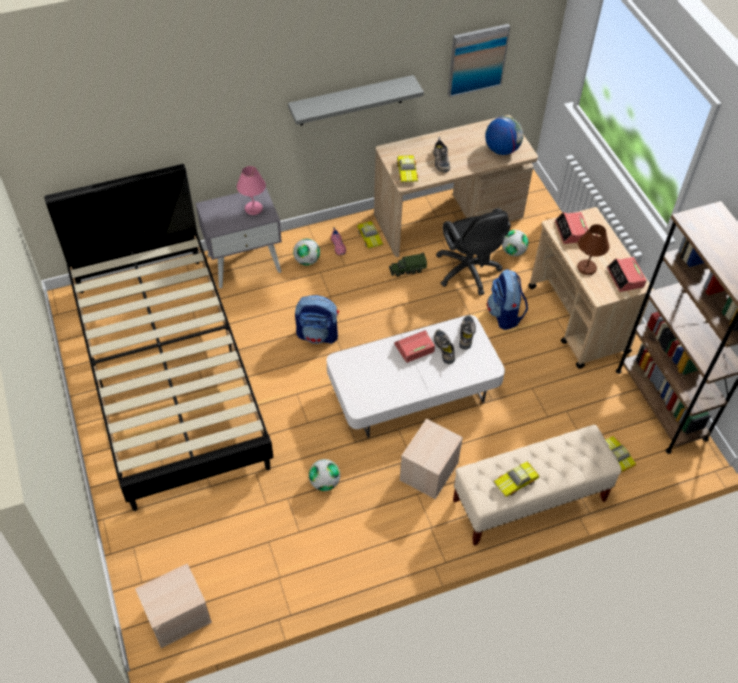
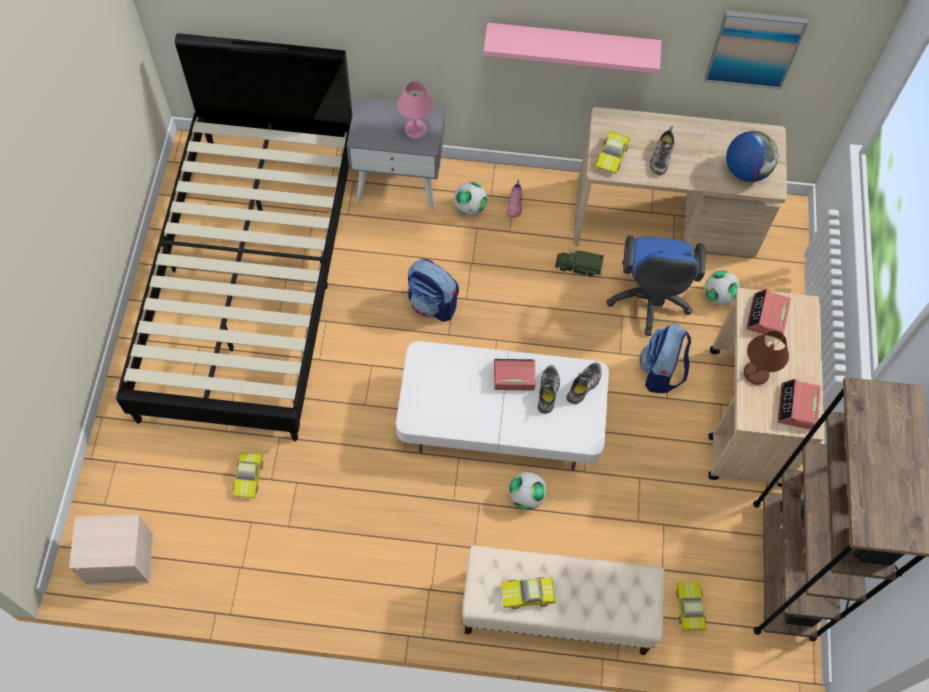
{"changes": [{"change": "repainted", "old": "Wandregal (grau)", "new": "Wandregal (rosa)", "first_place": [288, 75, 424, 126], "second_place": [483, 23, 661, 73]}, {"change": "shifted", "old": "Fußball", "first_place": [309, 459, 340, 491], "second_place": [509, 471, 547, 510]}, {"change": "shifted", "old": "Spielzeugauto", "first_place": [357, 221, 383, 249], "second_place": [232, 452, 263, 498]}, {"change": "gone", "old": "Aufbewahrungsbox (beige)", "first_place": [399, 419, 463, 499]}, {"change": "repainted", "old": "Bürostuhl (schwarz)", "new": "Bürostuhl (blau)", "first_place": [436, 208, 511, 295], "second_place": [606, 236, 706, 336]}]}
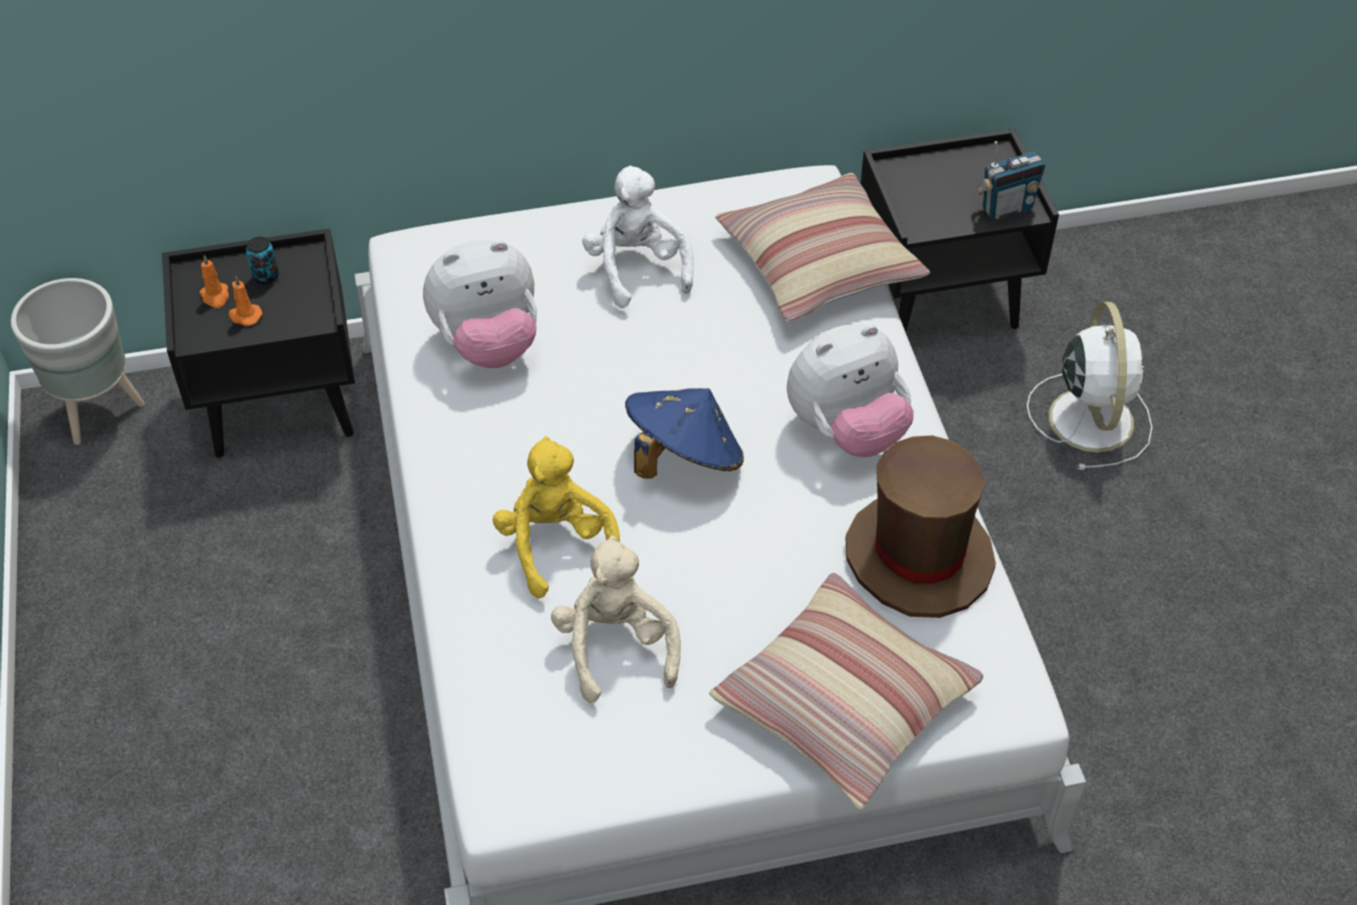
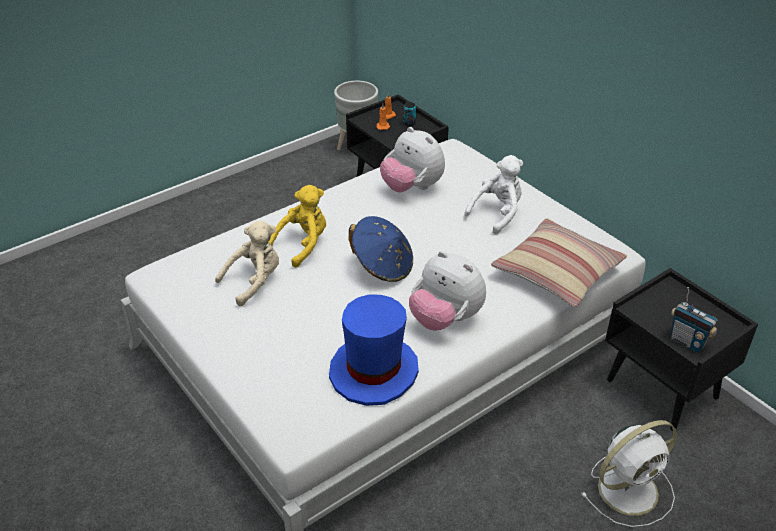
{"changes": [{"change": "gone", "old": "Kissen", "first_place": [709, 573, 983, 809]}, {"change": "repainted", "old": "Hut (braun)", "new": "Hut (blau)", "first_place": [845, 435, 996, 618], "second_place": [329, 294, 419, 406]}]}
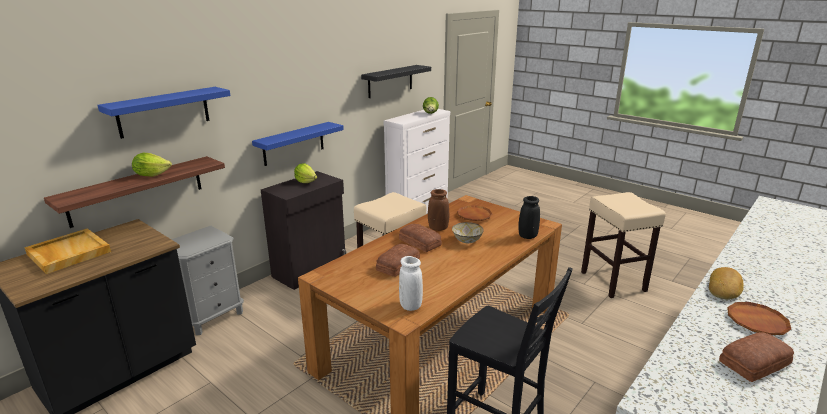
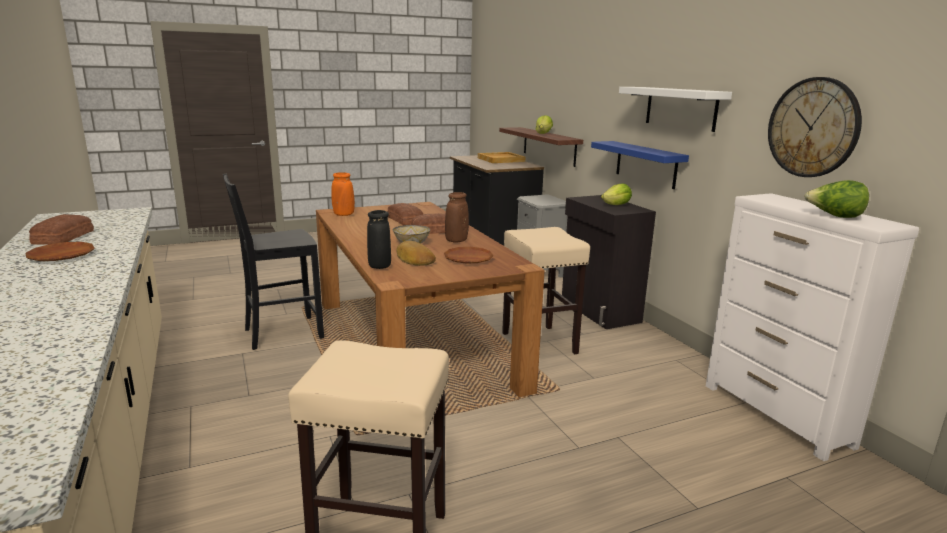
{"changes": [{"change": "gone", "old": "Wandregal (blau)", "first_place": [98, 87, 230, 139]}, {"change": "swapped", "old": "Wandregal (schwarz)", "new": "Wanduhr", "first_place": [361, 65, 431, 98], "second_place": [768, 77, 862, 177]}, {"change": "repainted", "old": "Vase (weiß)", "new": "Vase (orange)", "first_place": [399, 256, 423, 311], "second_place": [331, 172, 355, 216]}, {"change": "shifted", "old": "Brot", "first_place": [709, 267, 744, 300], "second_place": [396, 241, 436, 266]}, {"change": "new", "new": "Wandregal (weiß)", "second_place": [619, 87, 732, 132]}]}
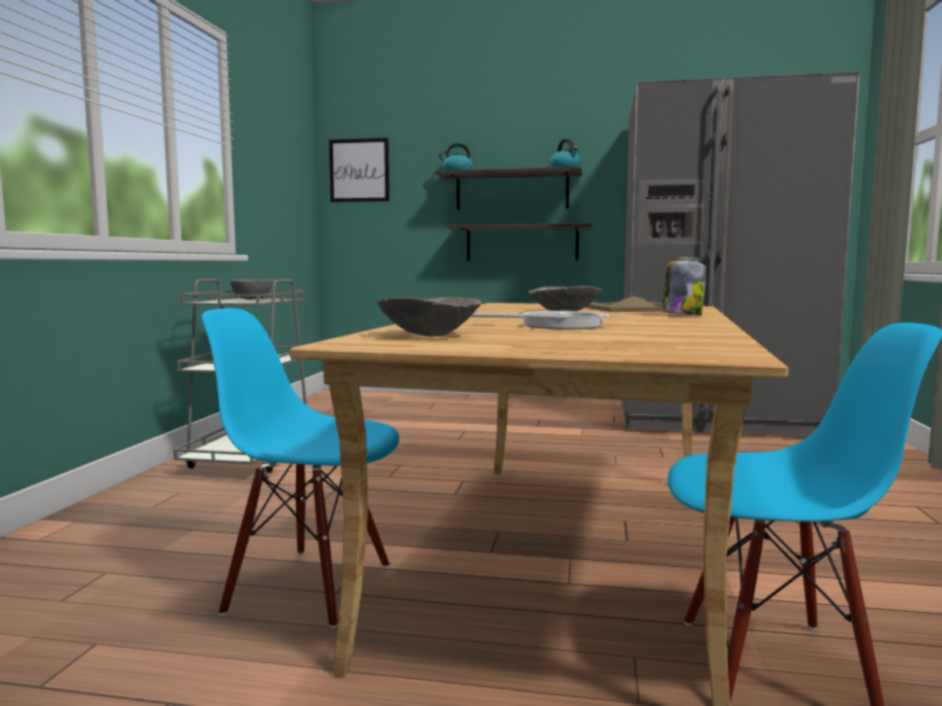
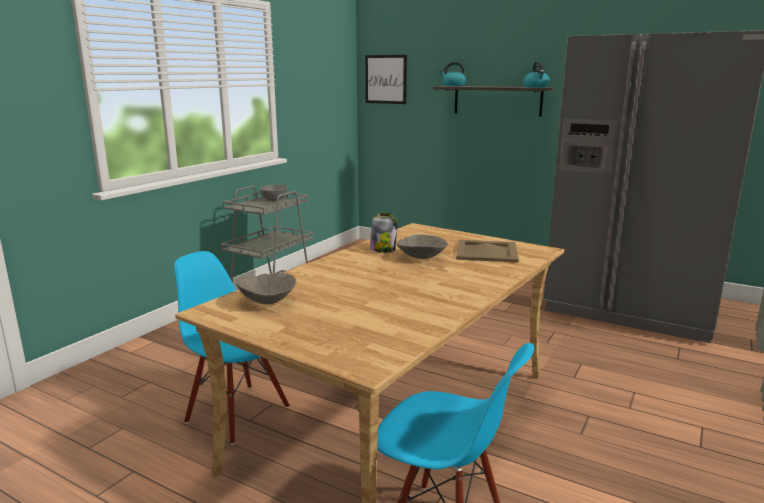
{"changes": [{"change": "gone", "old": "Wandregal", "first_place": [446, 223, 592, 261]}, {"change": "gone", "old": "Pfanne", "first_place": [470, 311, 610, 329]}, {"change": "shifted", "old": "Vorratsglas", "first_place": [662, 257, 706, 315], "second_place": [370, 213, 398, 253]}]}
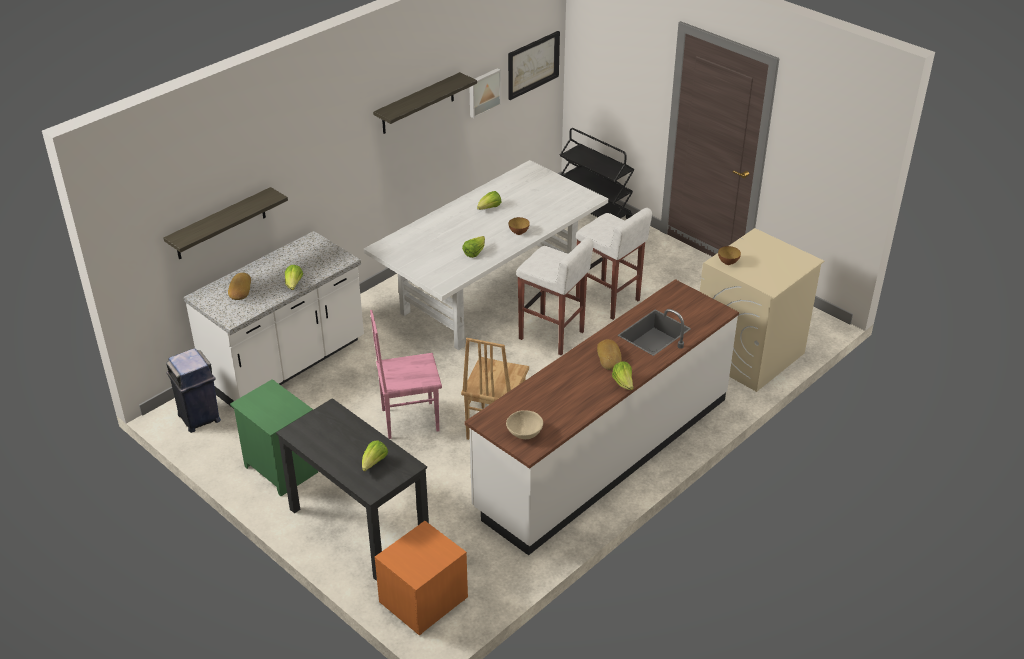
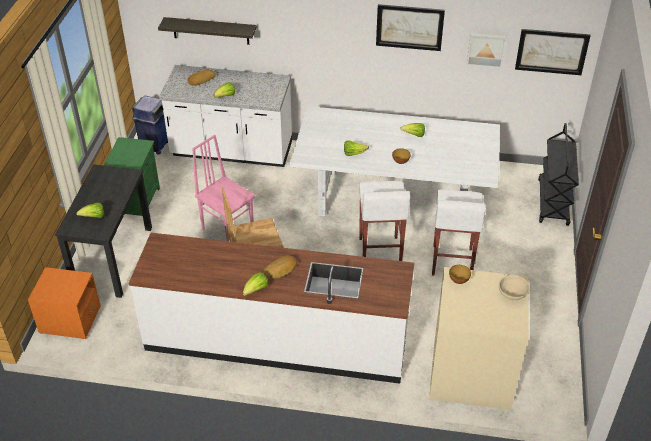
{"changes": [{"change": "swapped", "old": "Wandregal", "new": "Bild", "first_place": [373, 72, 477, 134], "second_place": [376, 4, 445, 51]}, {"change": "shifted", "old": "Schüssel (beige)", "first_place": [506, 410, 543, 439], "second_place": [499, 275, 530, 300]}]}
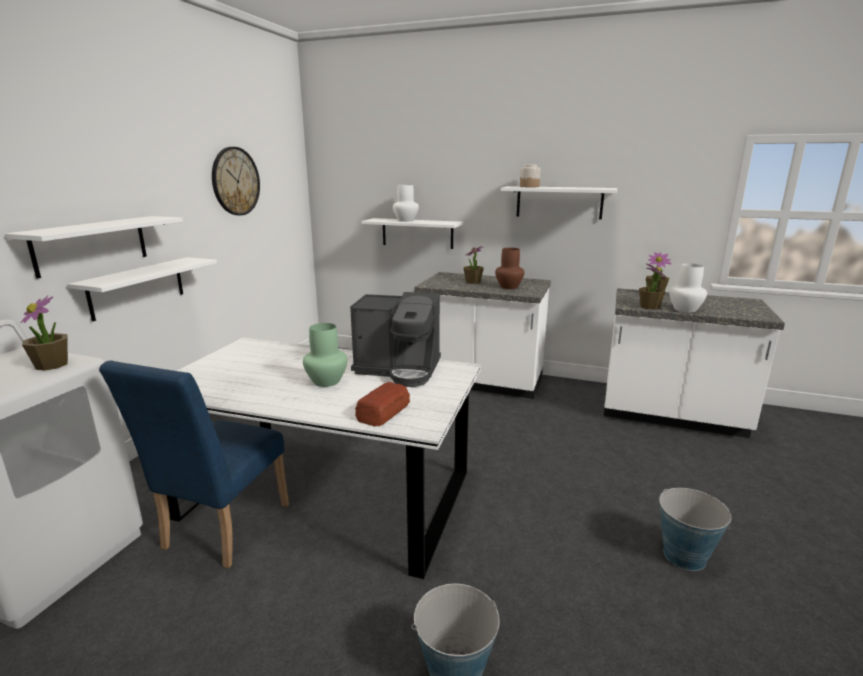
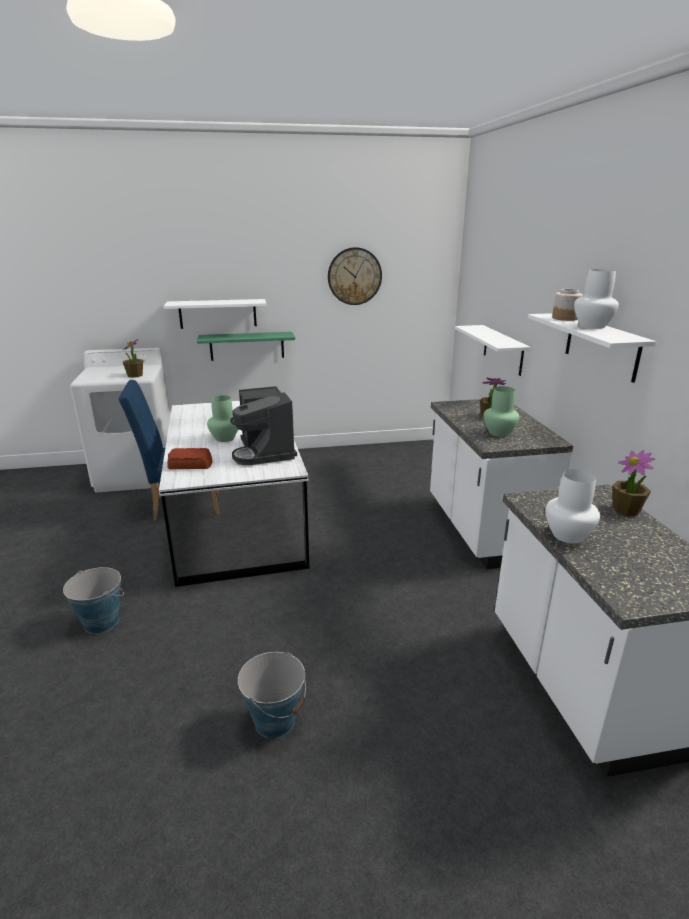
{"changes": [{"change": "repainted", "old": "Wandregal (weiß)", "new": "Wandregal (grün)", "first_place": [67, 257, 217, 322], "second_place": [197, 332, 295, 361]}, {"change": "shifted", "old": "Vase (weiß)", "first_place": [393, 185, 419, 222], "second_place": [574, 269, 619, 329]}, {"change": "repainted", "old": "Vase (braun)", "new": "Vase (grün)", "first_place": [495, 248, 524, 289], "second_place": [484, 386, 519, 437]}, {"change": "gone", "old": "Topfpflanze", "first_place": [639, 263, 666, 310]}]}
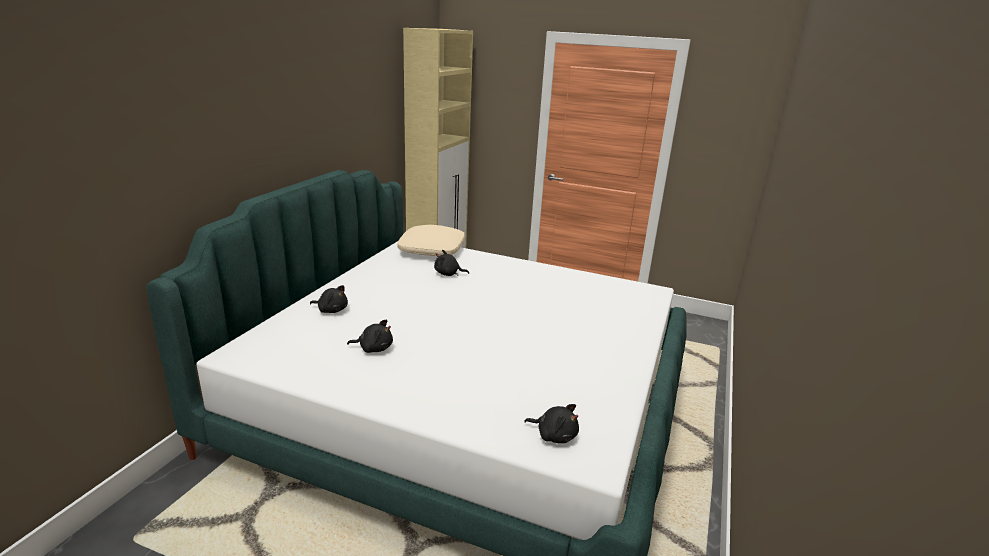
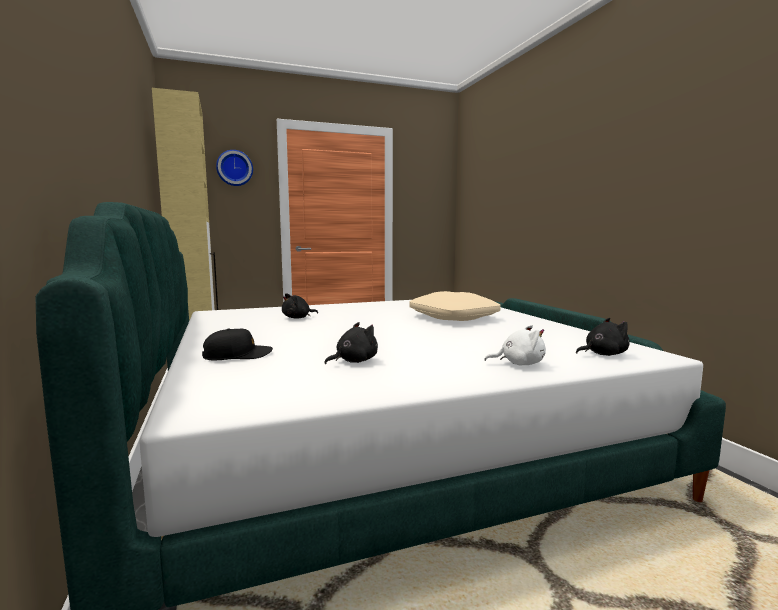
{"changes": [{"change": "swapped", "old": "Plüschtier (schwarz)", "new": "Kappe (schwarz)", "first_place": [310, 285, 348, 313], "second_place": [202, 328, 273, 360]}, {"change": "shifted", "old": "Kissen (beige)", "first_place": [397, 225, 465, 256], "second_place": [409, 291, 501, 321]}, {"change": "new", "new": "Wanduhr", "second_place": [216, 150, 253, 186]}, {"change": "new", "new": "Plüschtier (weiß)", "second_place": [484, 325, 546, 366]}]}
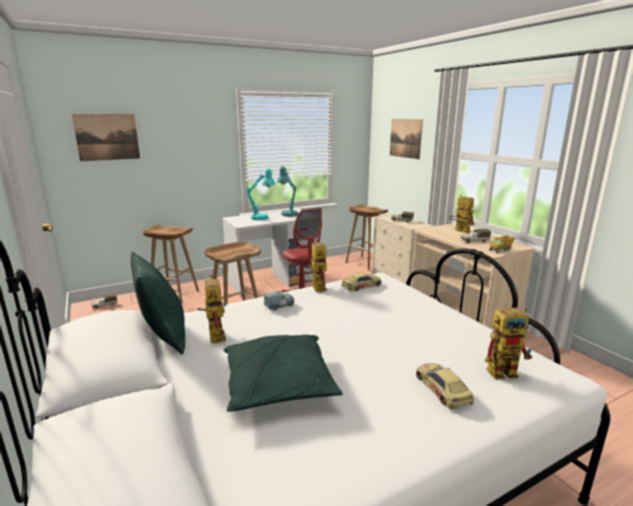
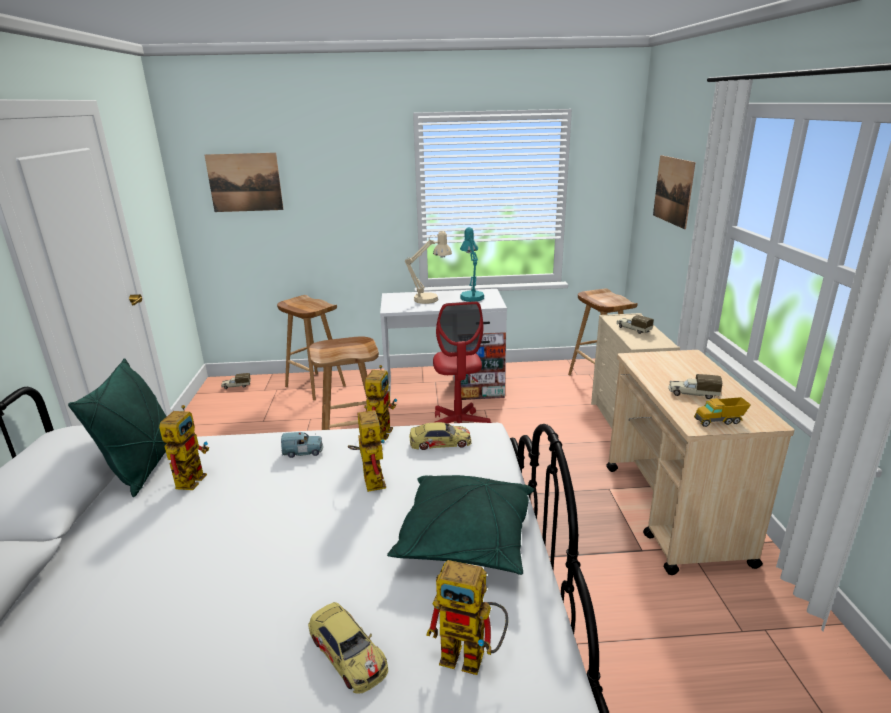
{"changes": [{"change": "shifted", "old": "Kissen (grün)", "first_place": [224, 335, 343, 412], "second_place": [387, 475, 534, 575]}, {"change": "repainted", "old": "Tischlampe (türkis)", "new": "Tischlampe (beige)", "first_place": [246, 169, 276, 220], "second_place": [405, 231, 452, 304]}, {"change": "rotated", "old": "Spielzeugauto", "first_place": [416, 363, 474, 410], "second_place": [308, 602, 388, 694], "degrees": 135}, {"change": "shifted", "old": "Spielzeugroboter", "first_place": [449, 195, 475, 233], "second_place": [348, 405, 386, 492]}]}
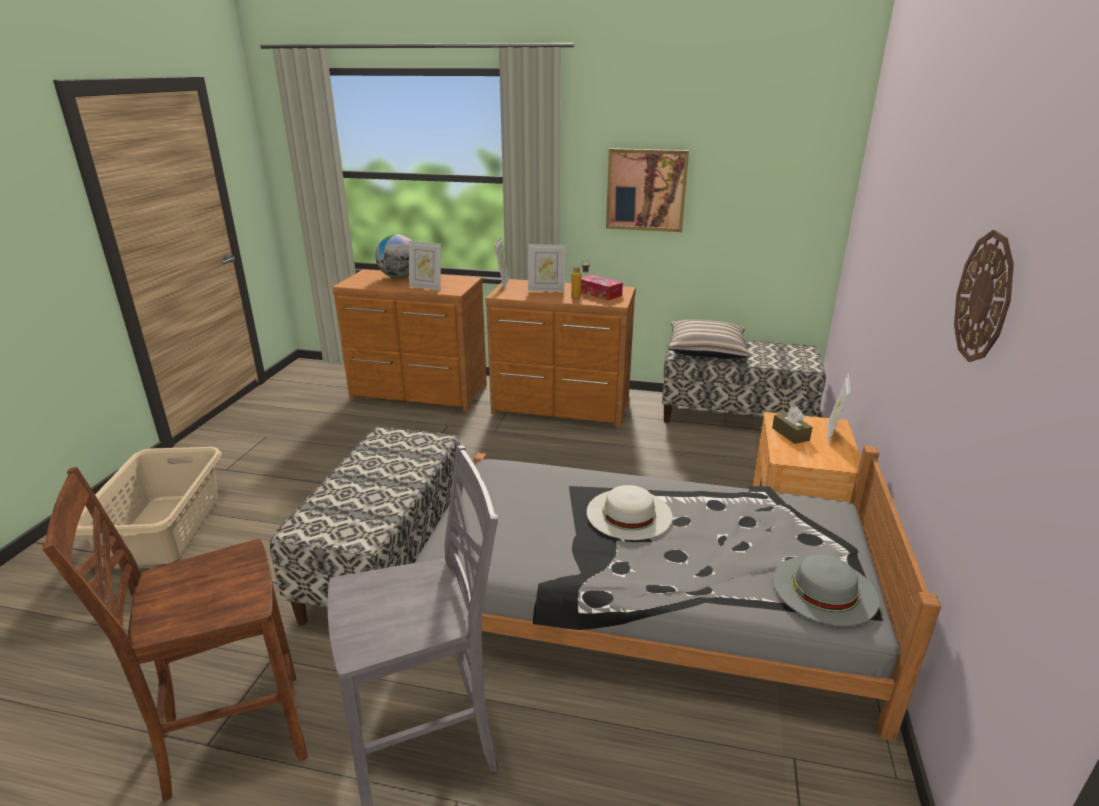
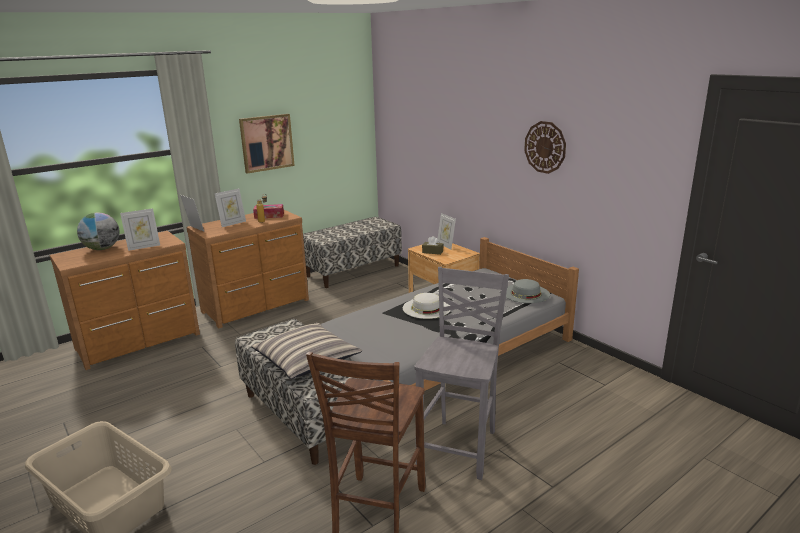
{"changes": [{"change": "shifted", "old": "Kissen", "first_place": [669, 320, 750, 359], "second_place": [251, 323, 362, 379]}]}
